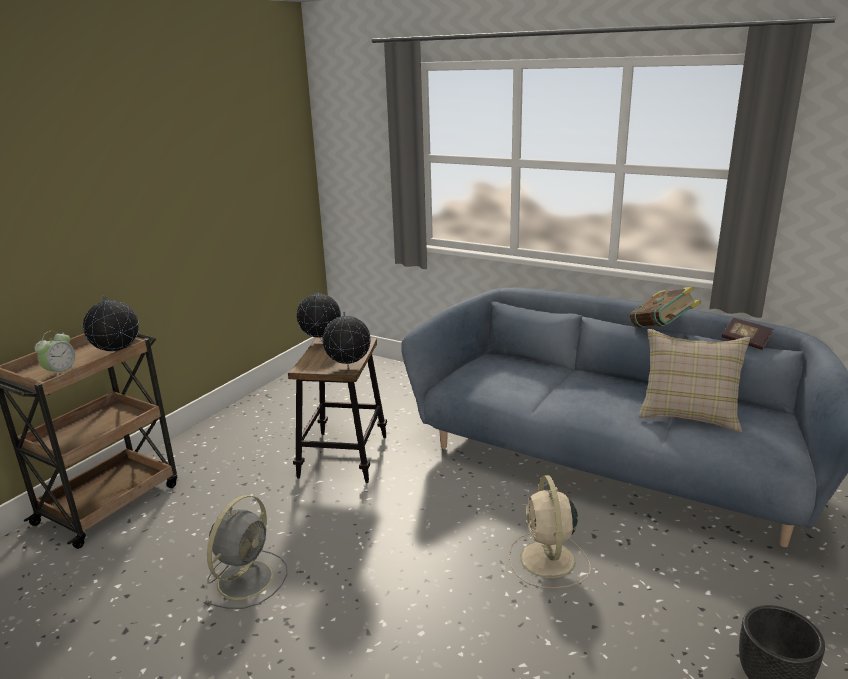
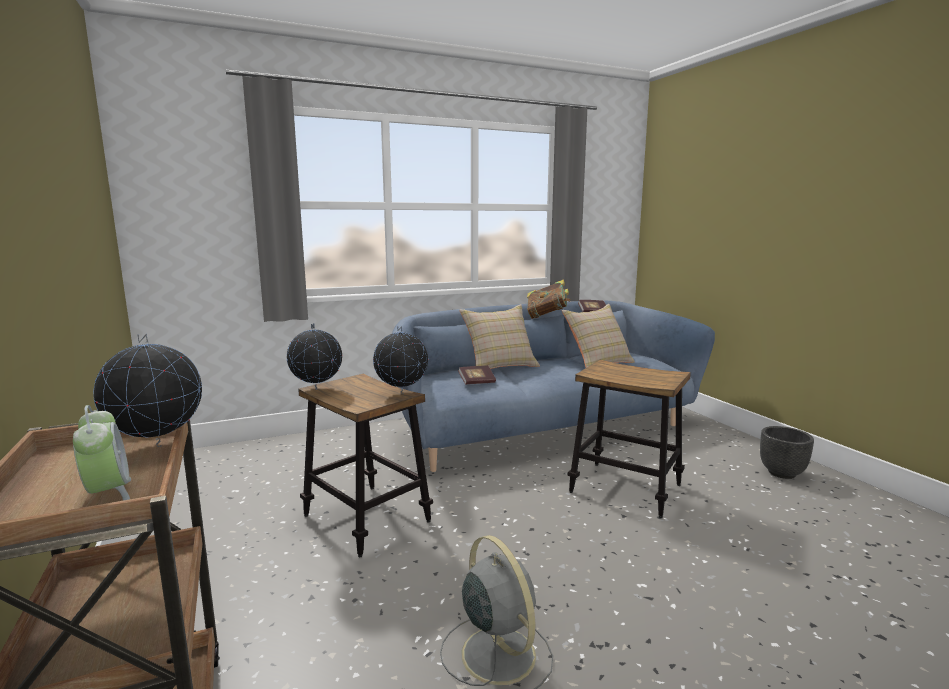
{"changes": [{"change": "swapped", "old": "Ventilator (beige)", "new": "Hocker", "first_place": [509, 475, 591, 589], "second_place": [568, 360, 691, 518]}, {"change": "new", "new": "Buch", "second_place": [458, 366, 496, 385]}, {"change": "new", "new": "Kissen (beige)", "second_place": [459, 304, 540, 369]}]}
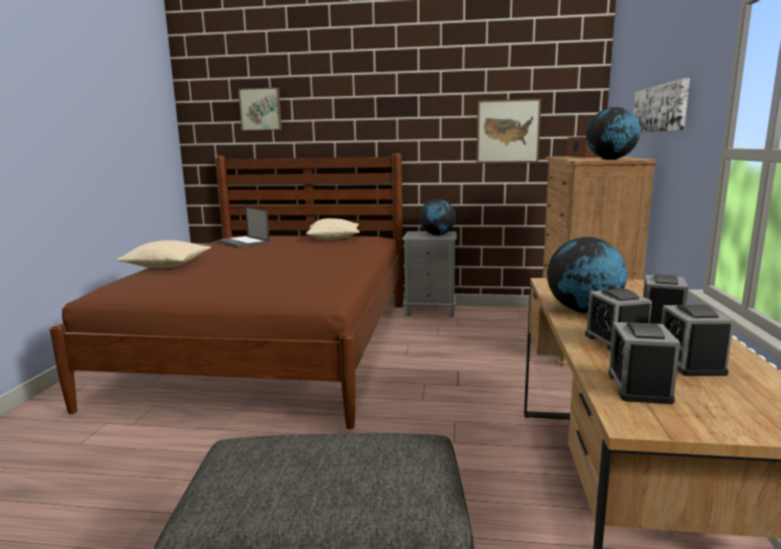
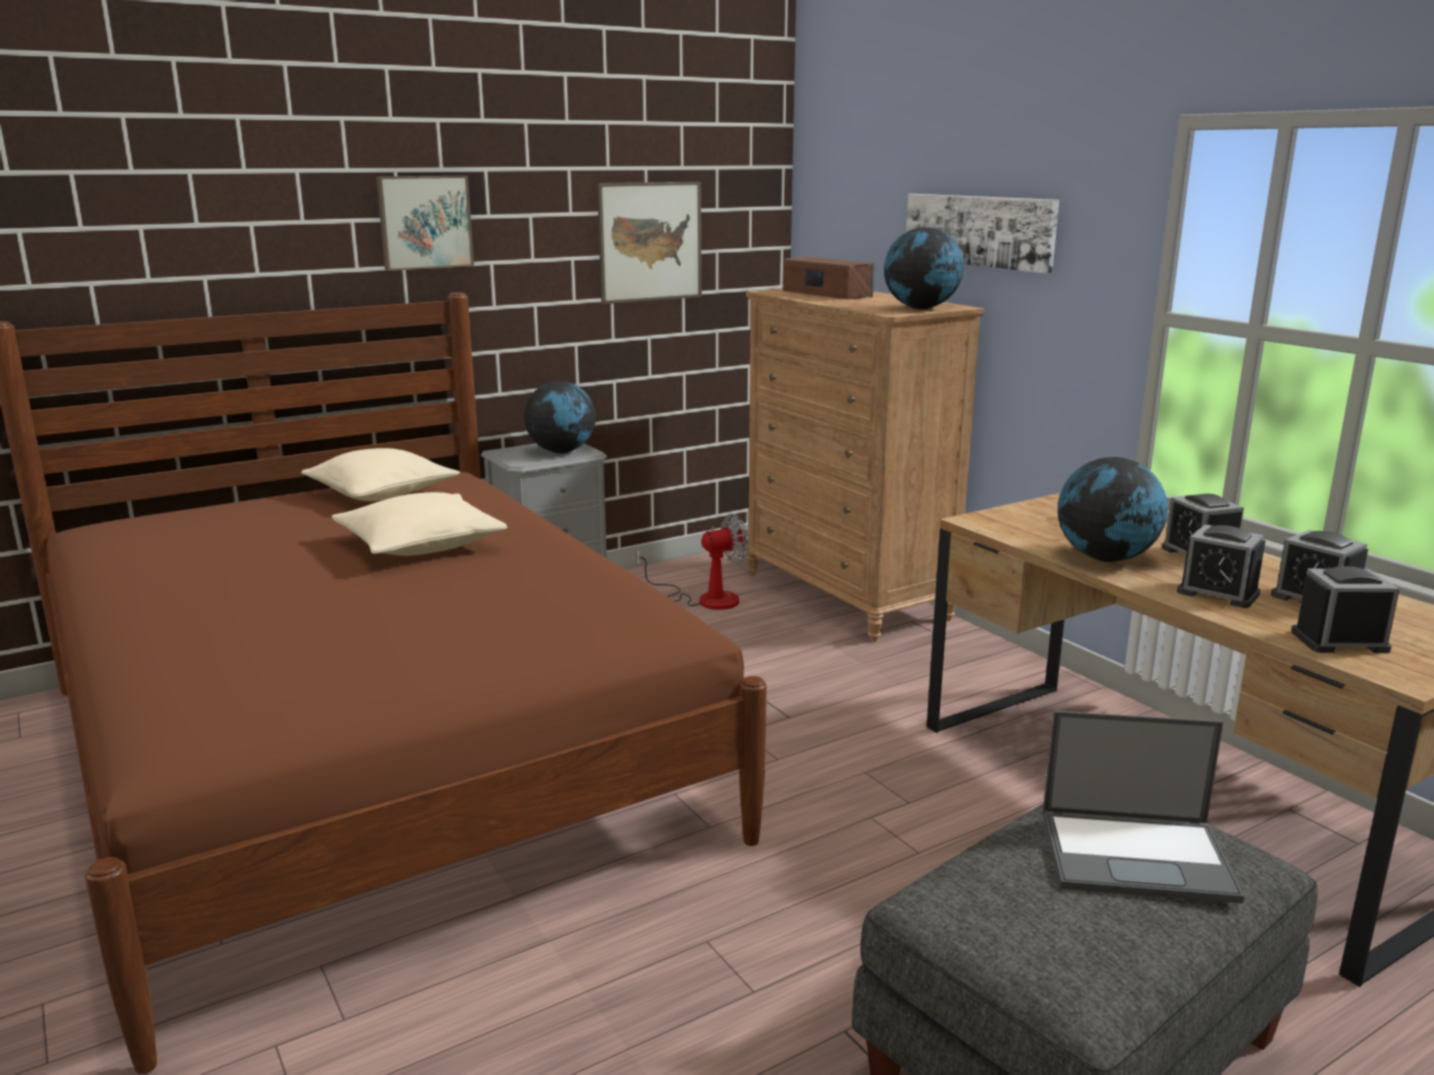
{"changes": [{"change": "shifted", "old": "Kissen (beige)", "first_place": [116, 240, 211, 268], "second_place": [331, 492, 507, 556]}, {"change": "shifted", "old": "Laptop", "first_place": [217, 207, 270, 248], "second_place": [1043, 711, 1244, 904]}, {"change": "shifted", "old": "Bild", "first_place": [238, 87, 282, 131], "second_place": [376, 176, 474, 271]}, {"change": "rotated", "old": "Wecker", "first_place": [608, 322, 680, 404], "second_place": [1291, 566, 1399, 653], "degrees": 120}, {"change": "new", "new": "Ventilator", "second_place": [636, 514, 749, 610]}]}
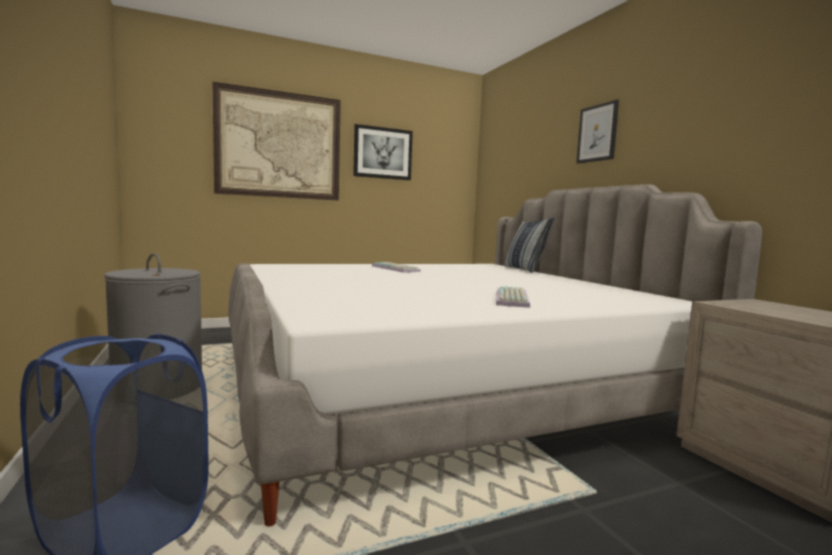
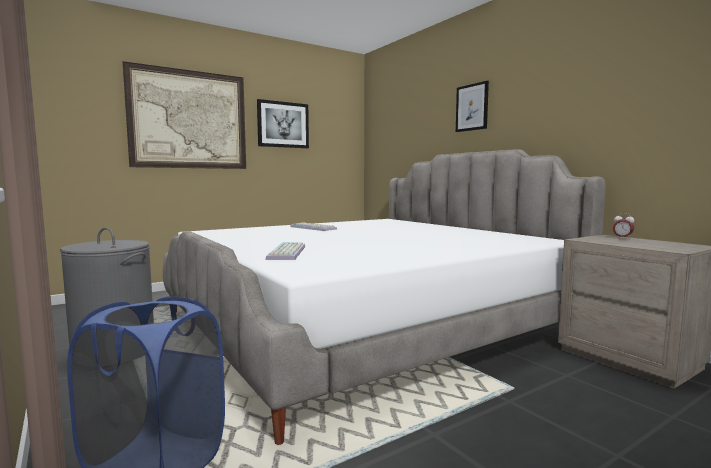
{"changes": [{"change": "shifted", "old": "Tastatur", "first_place": [496, 286, 530, 308], "second_place": [266, 242, 305, 260]}, {"change": "gone", "old": "Kissen", "first_place": [505, 217, 554, 273]}, {"change": "new", "new": "Wecker", "second_place": [613, 213, 634, 240]}]}
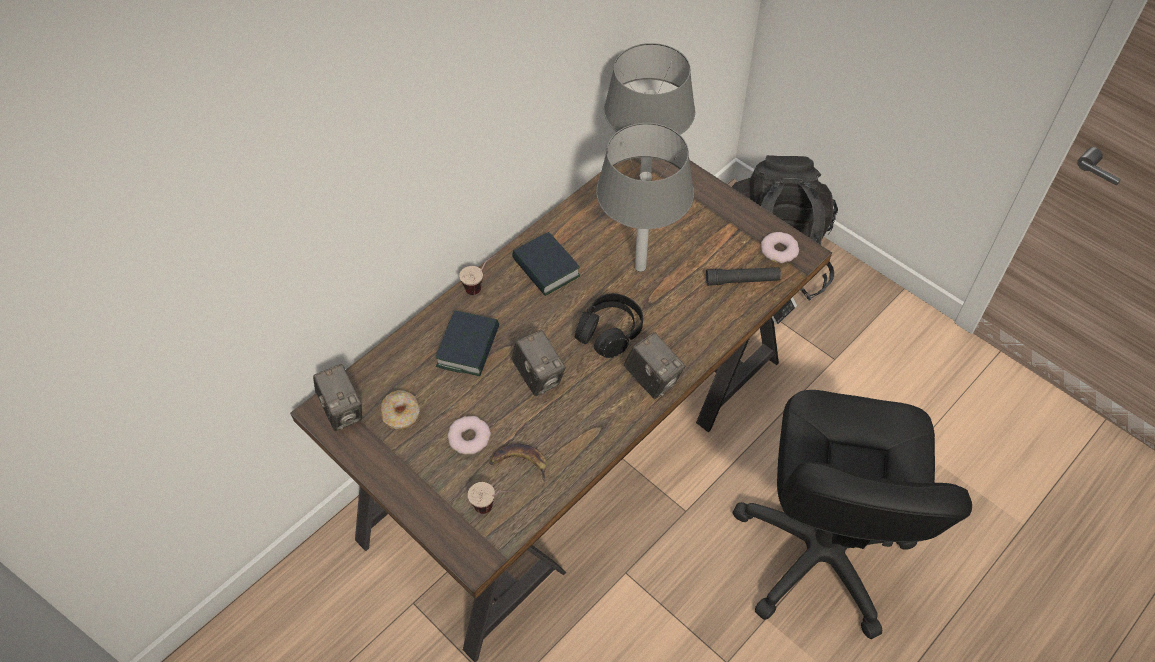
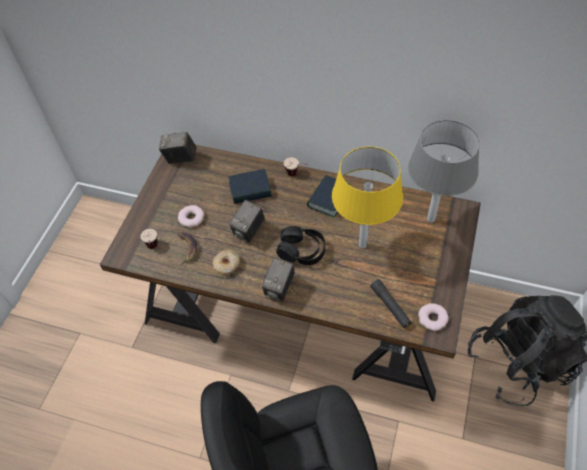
{"changes": [{"change": "rotated", "old": "Kamera", "first_place": [313, 364, 362, 431], "second_place": [159, 132, 197, 164], "degrees": 60}, {"change": "shifted", "old": "Donut", "first_place": [380, 390, 420, 430], "second_place": [213, 249, 240, 274]}, {"change": "repainted", "old": "Tischlampe (grau)", "new": "Tischlampe (gelb)", "first_place": [596, 123, 694, 272], "second_place": [332, 147, 403, 249]}]}
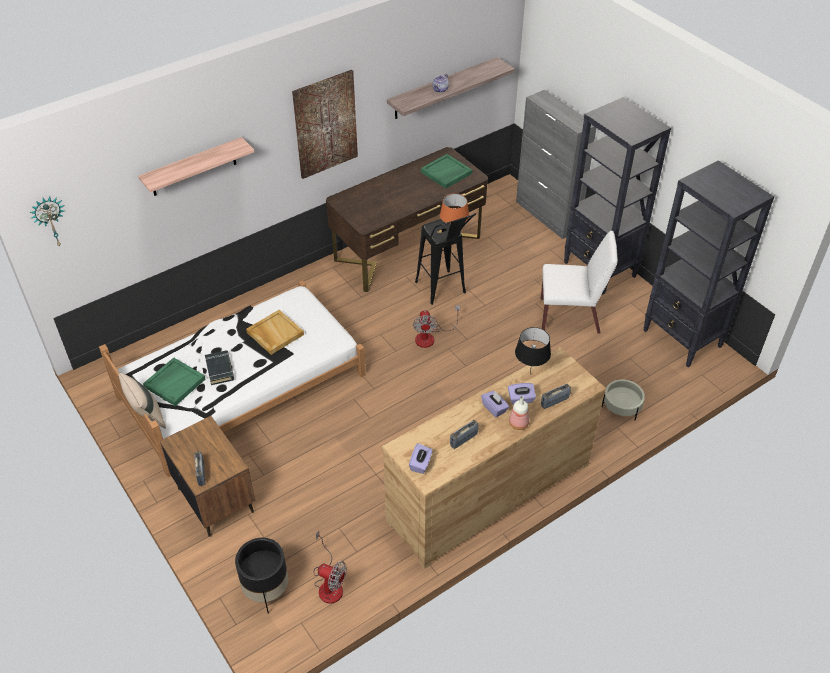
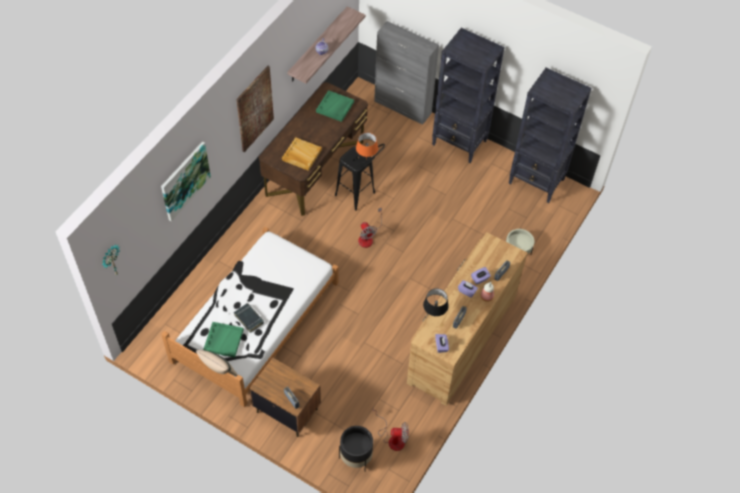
{"changes": [{"change": "swapped", "old": "Wandregal", "new": "Bild", "first_place": [138, 137, 254, 196], "second_place": [161, 142, 211, 222]}, {"change": "shifted", "old": "Tablett (beige)", "first_place": [246, 310, 304, 355], "second_place": [282, 137, 322, 171]}, {"change": "shifted", "old": "Tischlampe (schwarz)", "first_place": [515, 327, 551, 373], "second_place": [423, 289, 449, 316]}, {"change": "gone", "old": "Stuhl (weiß)", "first_place": [541, 231, 618, 334]}]}
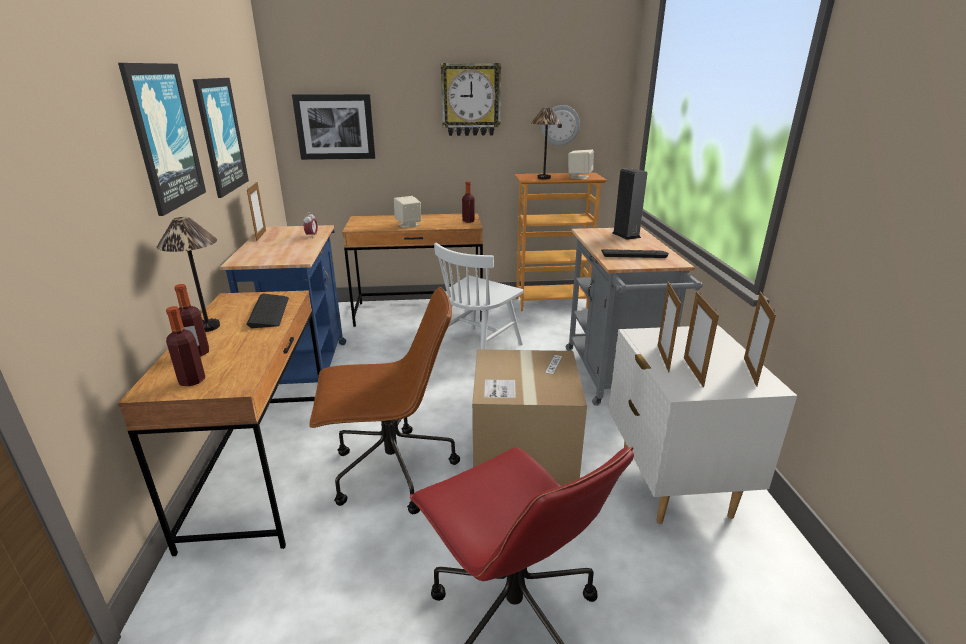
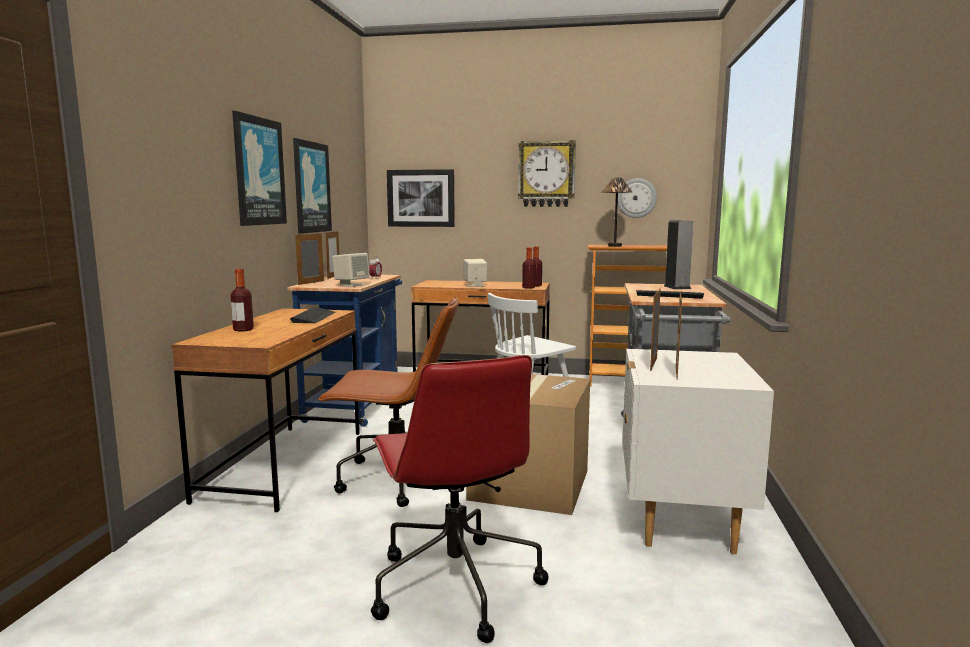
{"changes": [{"change": "gone", "old": "Tischlampe", "first_place": [157, 217, 220, 332]}, {"change": "shifted", "old": "Flasche", "first_place": [166, 306, 206, 386], "second_place": [522, 247, 536, 289]}, {"change": "shifted", "old": "Lautsprecher (beige)", "first_place": [568, 150, 594, 179], "second_place": [332, 253, 370, 287]}, {"change": "shifted", "old": "Bilderrahmen", "first_place": [744, 292, 776, 387], "second_place": [295, 232, 324, 285]}]}
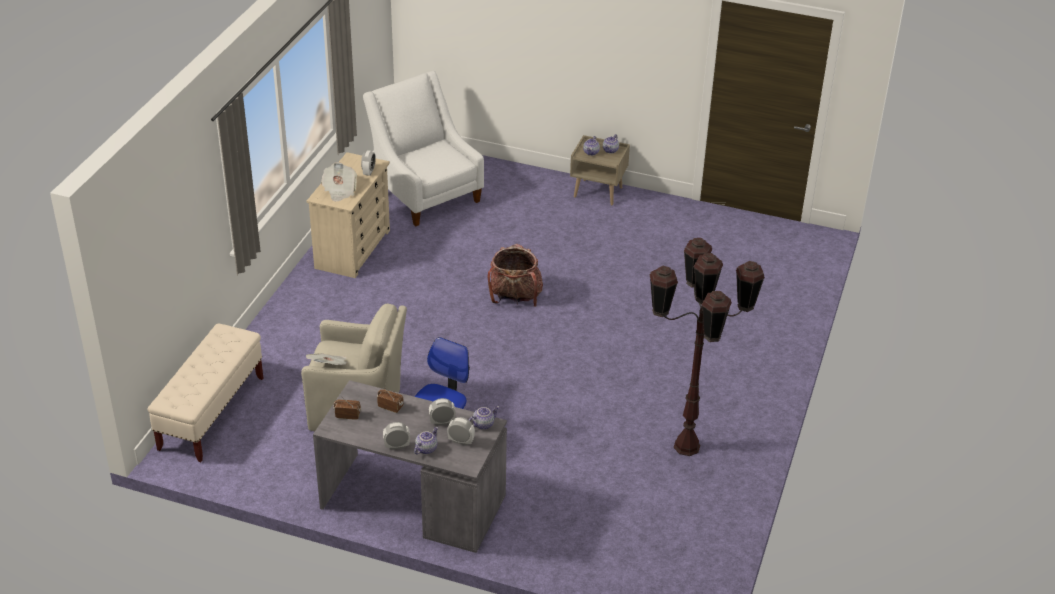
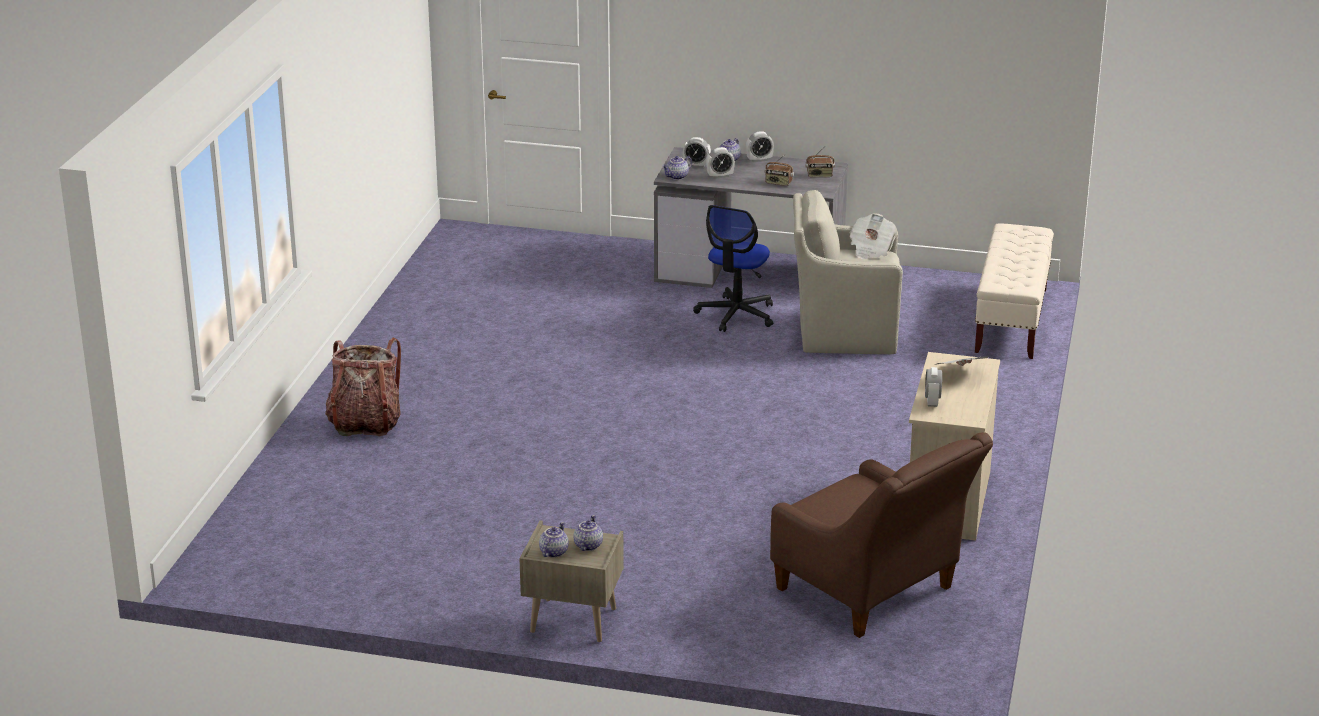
{"changes": [{"change": "repainted", "old": "Sessel (weiß)", "new": "Sessel (braun)", "first_place": [363, 71, 484, 226], "second_place": [770, 432, 993, 638]}, {"change": "shifted", "old": "Rucksack", "first_place": [488, 244, 543, 307], "second_place": [325, 338, 401, 436]}, {"change": "gone", "old": "Stehlampe (braun)", "first_place": [650, 238, 765, 456]}]}
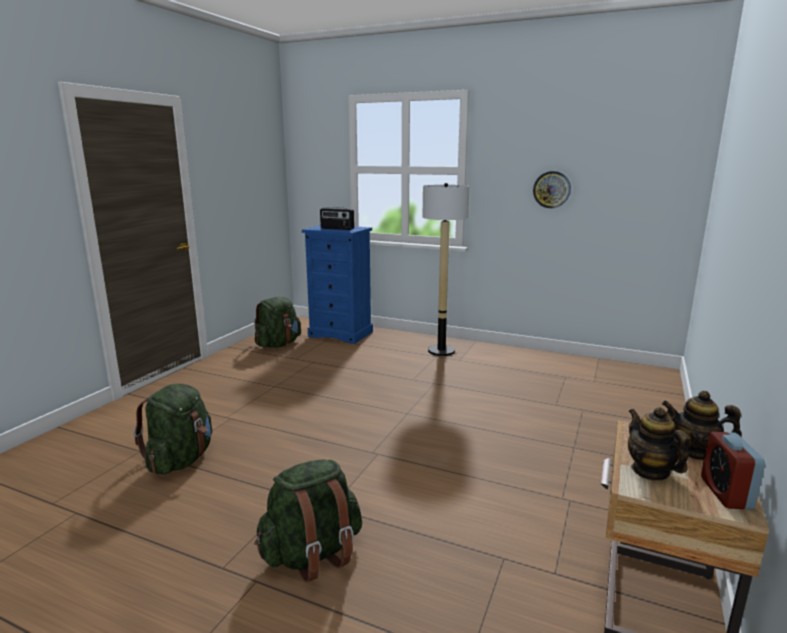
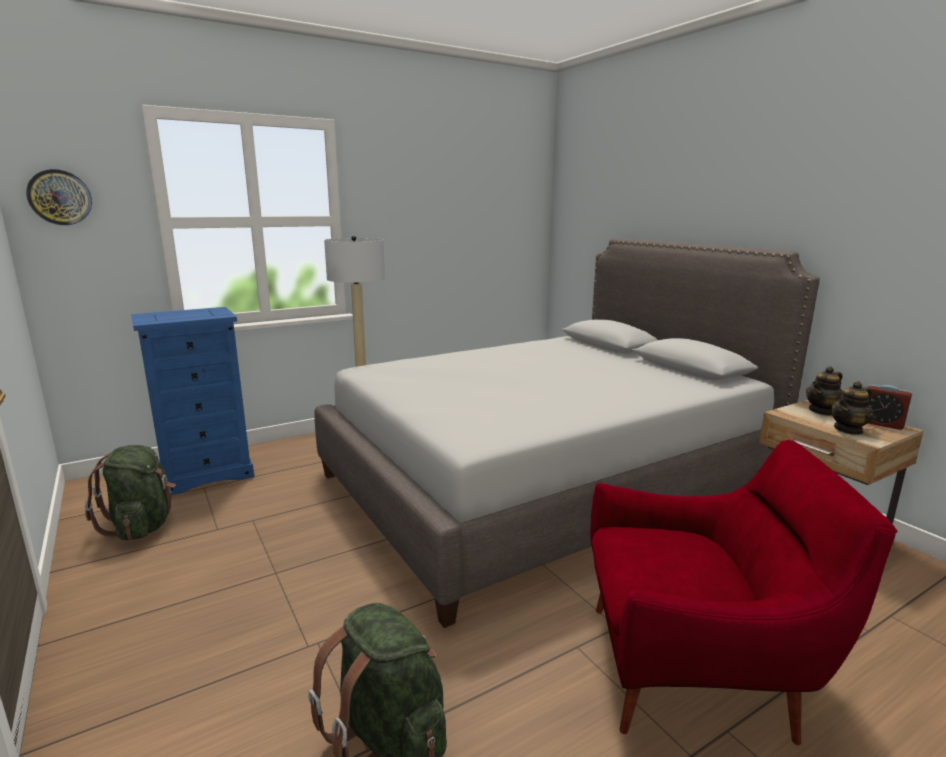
{"changes": [{"change": "swapped", "old": "Rucksack (grün)", "new": "Sessel (rot)", "first_place": [254, 460, 362, 582], "second_place": [590, 440, 898, 745]}, {"change": "gone", "old": "Radio", "first_place": [320, 207, 354, 230]}, {"change": "shifted", "old": "Wanduhr", "first_place": [533, 171, 571, 208], "second_place": [26, 169, 92, 225]}, {"change": "rotated", "old": "Teekanne", "first_place": [628, 407, 690, 481], "second_place": [831, 381, 874, 435], "degrees": -45}, {"change": "new", "new": "Bett (grau)", "second_place": [314, 238, 820, 628]}]}
